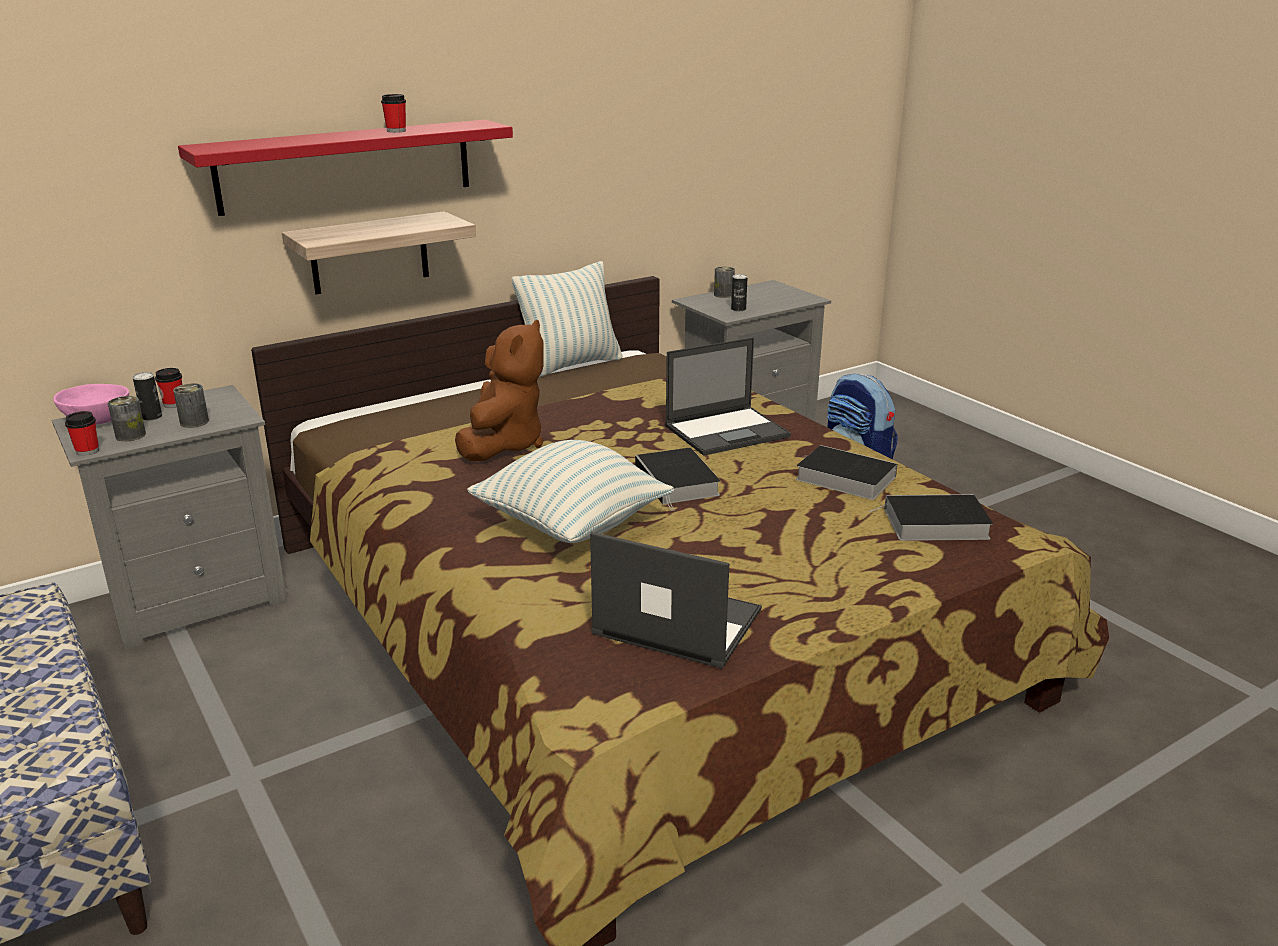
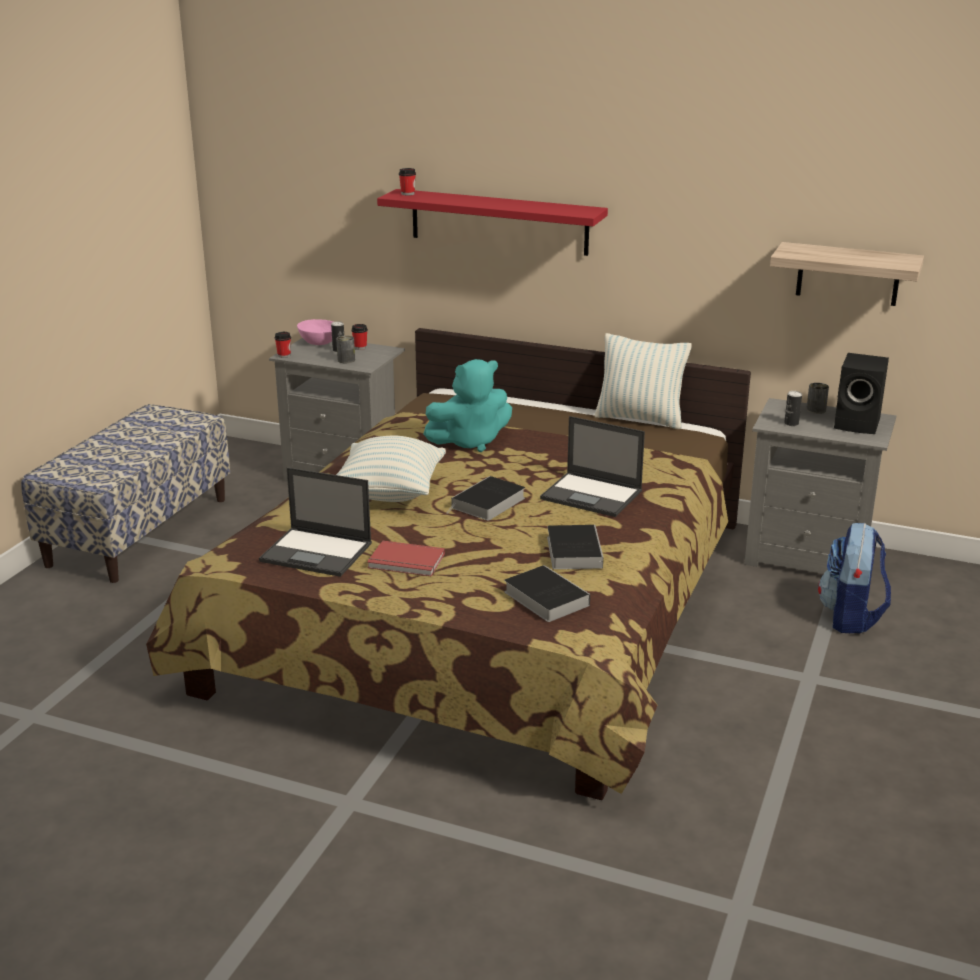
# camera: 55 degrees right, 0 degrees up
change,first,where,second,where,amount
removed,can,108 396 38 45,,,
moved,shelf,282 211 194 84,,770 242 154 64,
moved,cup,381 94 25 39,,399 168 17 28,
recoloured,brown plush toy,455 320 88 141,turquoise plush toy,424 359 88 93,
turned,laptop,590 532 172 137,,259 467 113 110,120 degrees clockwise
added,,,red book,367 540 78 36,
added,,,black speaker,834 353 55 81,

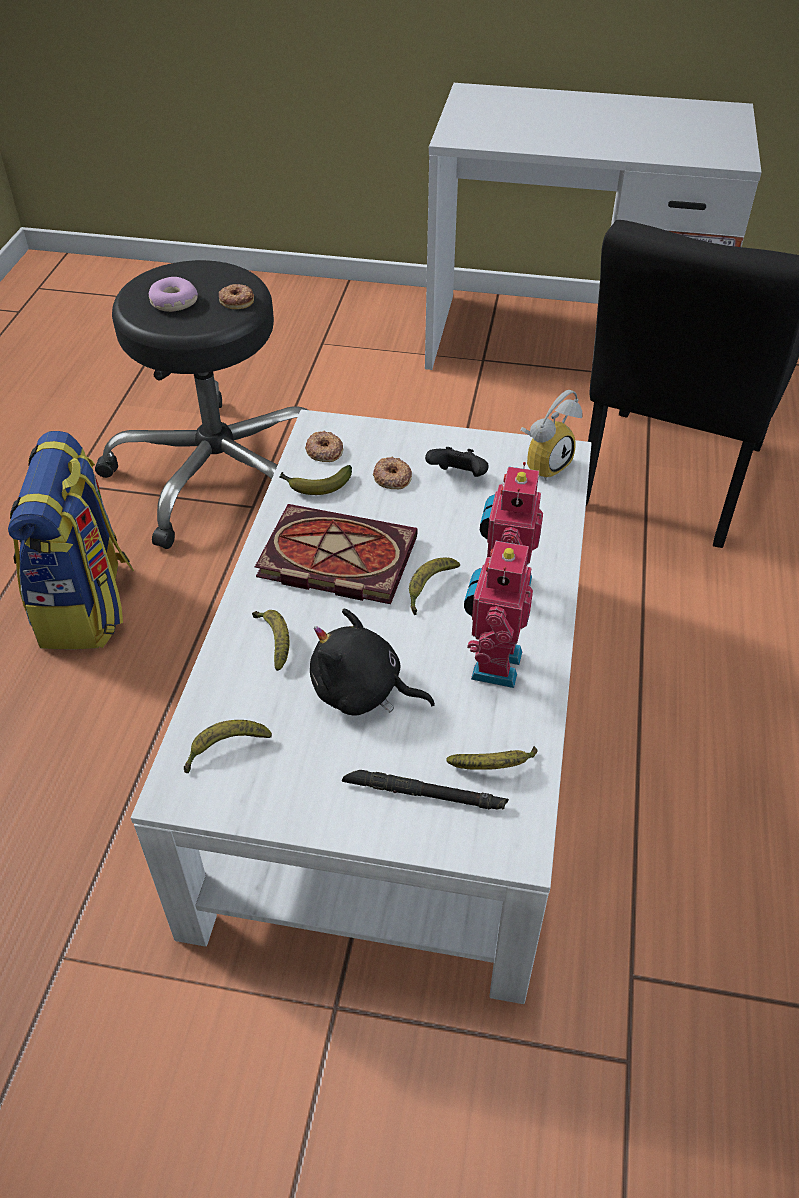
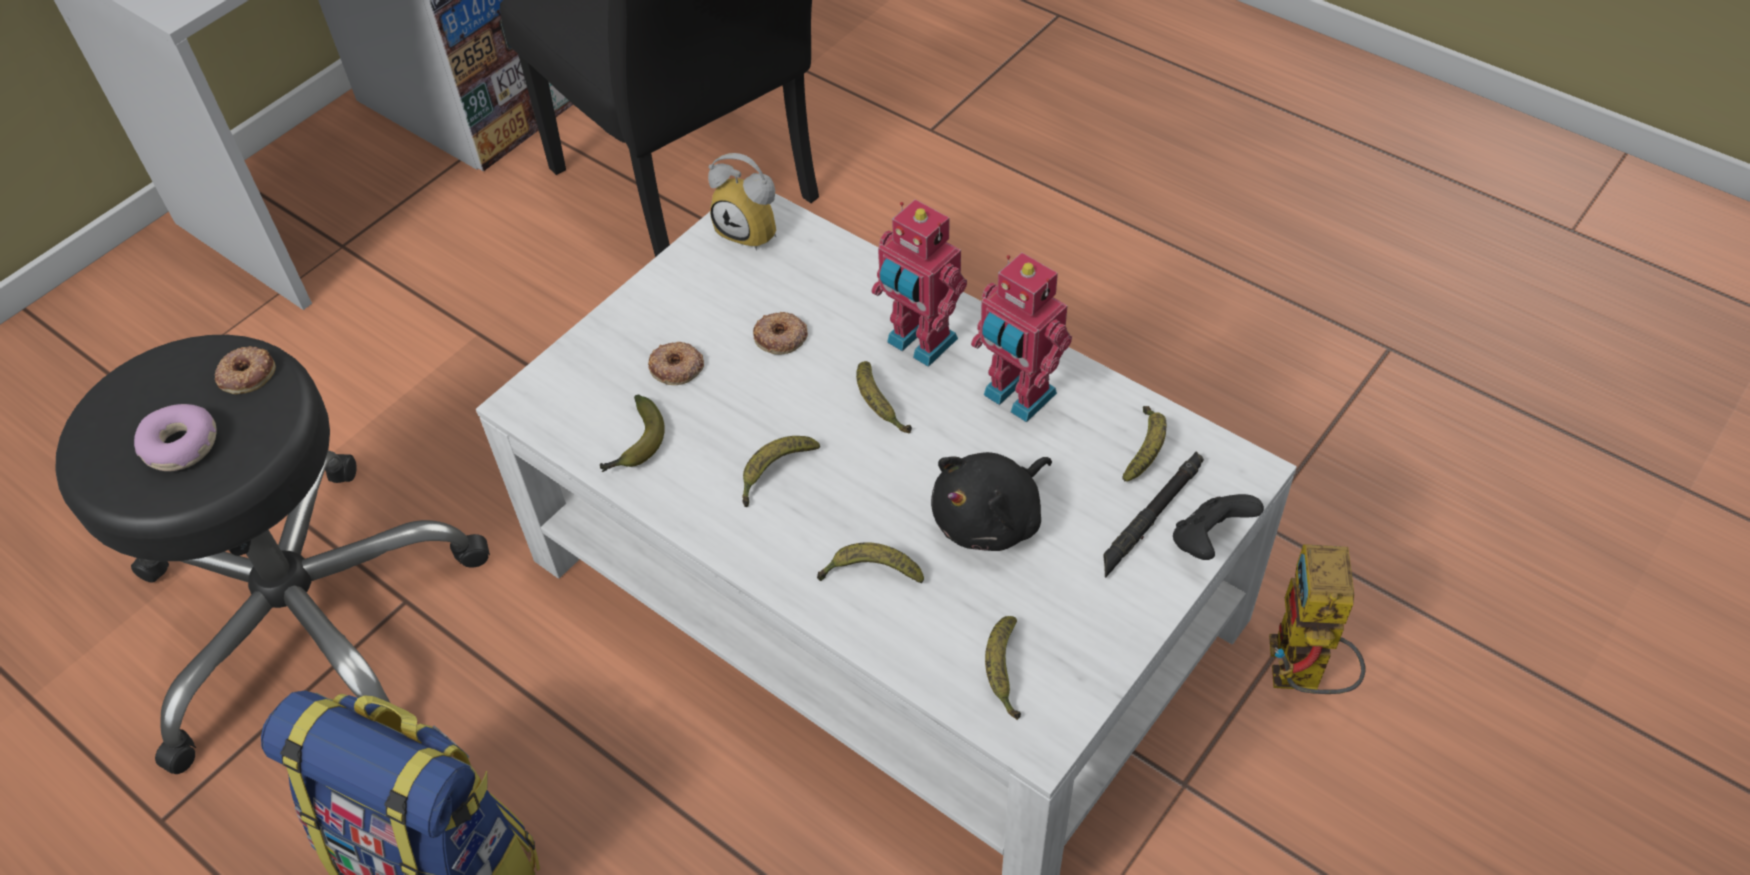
# camera: 60 degrees left, 5 degrees up
change,first,where,second,where,amount
replaced,book,255 504 163 100,banana,742 436 78 71,
moved,donut,305 431 38 31,,753 312 55 43,
moved,black game controller,425 447 64 30,,1173 494 91 66,
turned,alarm clock,520 390 62 91,,708 153 68 98,135 degrees clockwise
added,,,toy robot,1269 544 97 150,

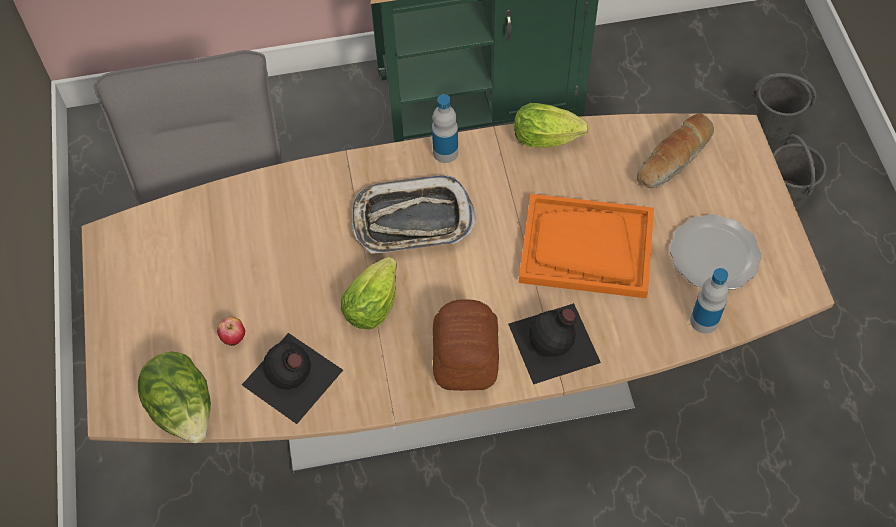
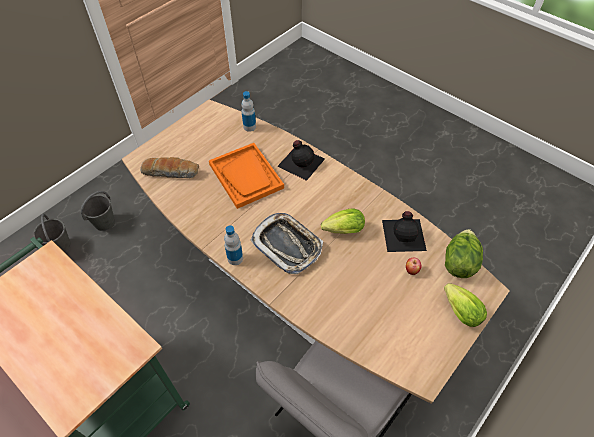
# camera: 130 degrees left, 5 degrees down
change,first,where,second,where,amount
removed,bread,433 299 66 92,,,
moved,lettuce,514 103 75 44,,444 283 43 44,
removed,plate,670 214 92 75,,,

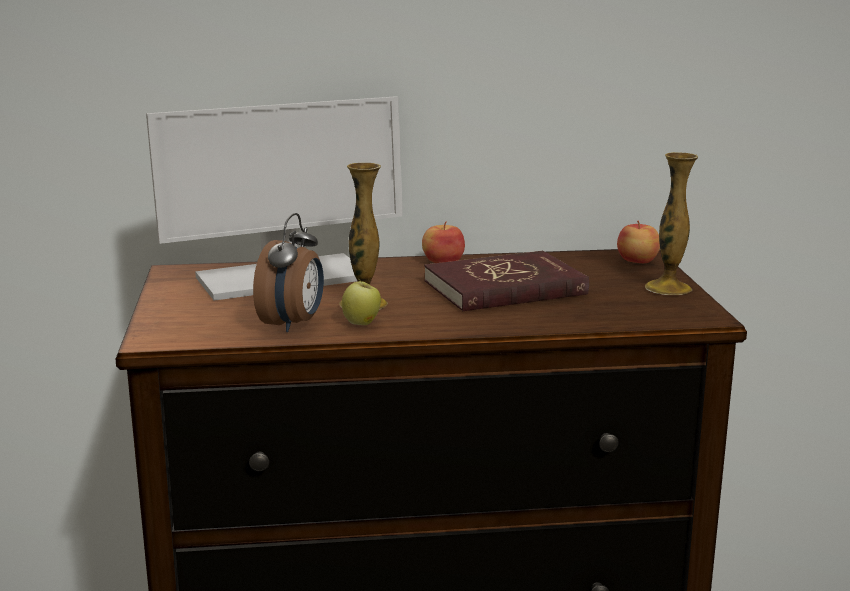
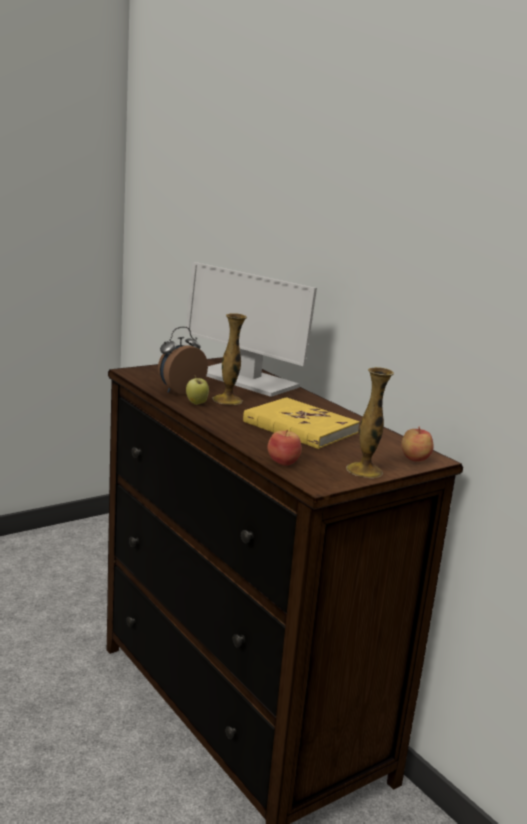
# camera: 60 degrees right, 0 degrees up
change,first,where,second,where,amount
turned,alarm clock,253 213 71 119,,158 327 50 68,150 degrees clockwise
moved,apple,422 222 43 41,,267 430 35 36,
recoloured,red book,424 251 165 61,yellow book,243 397 117 52,

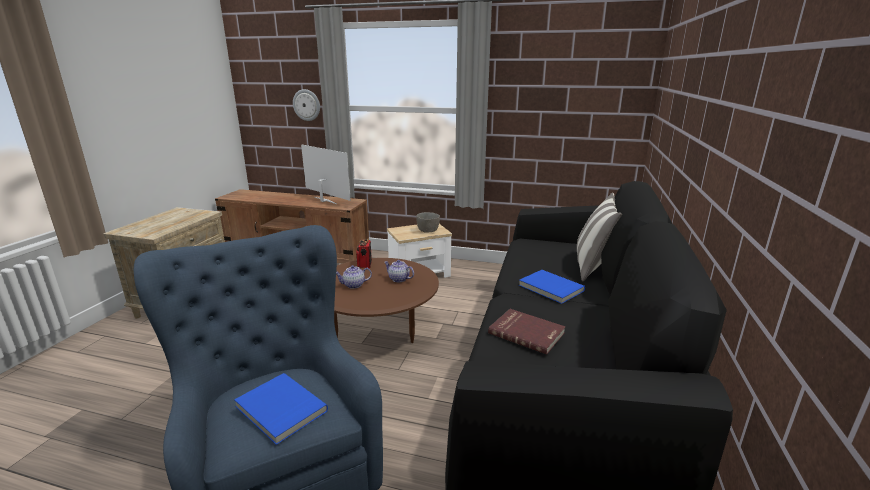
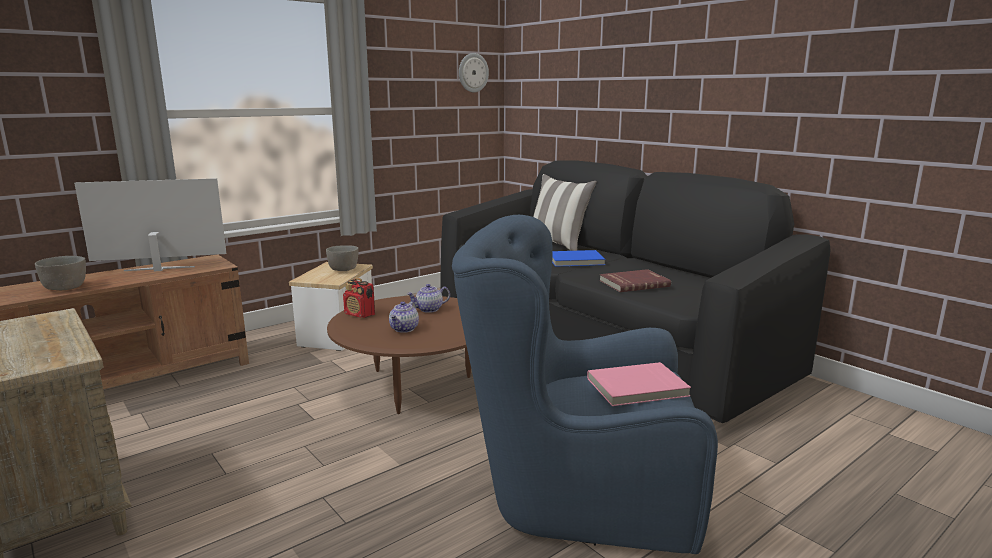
# camera: 55 degrees left, 5 degrees down
change,first,where,second,where,amount
recoloured,blue book,234 373 94 72,pink book,587 362 104 44,
moved,wall clock,293 89 27 32,,459 53 30 39,
added,,,grey bowl,35 256 51 34,

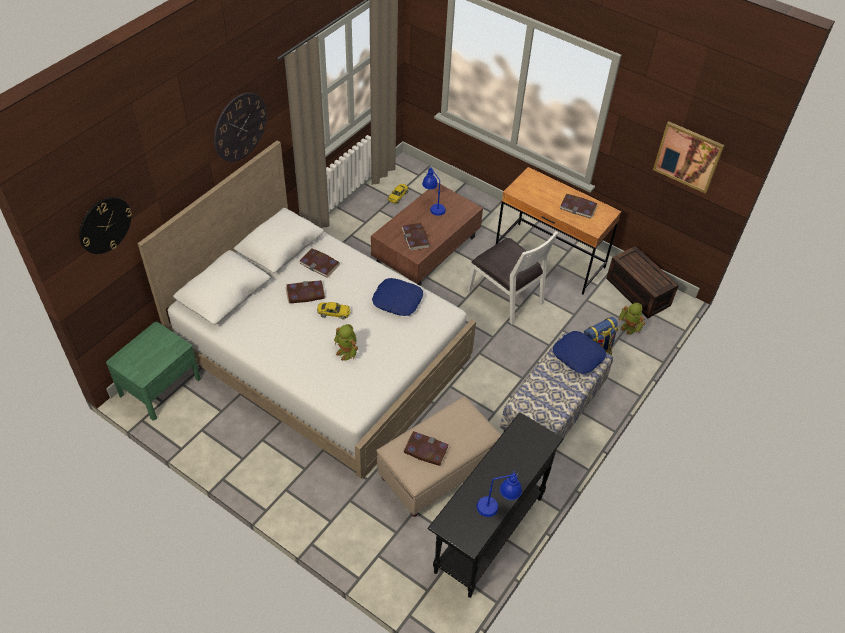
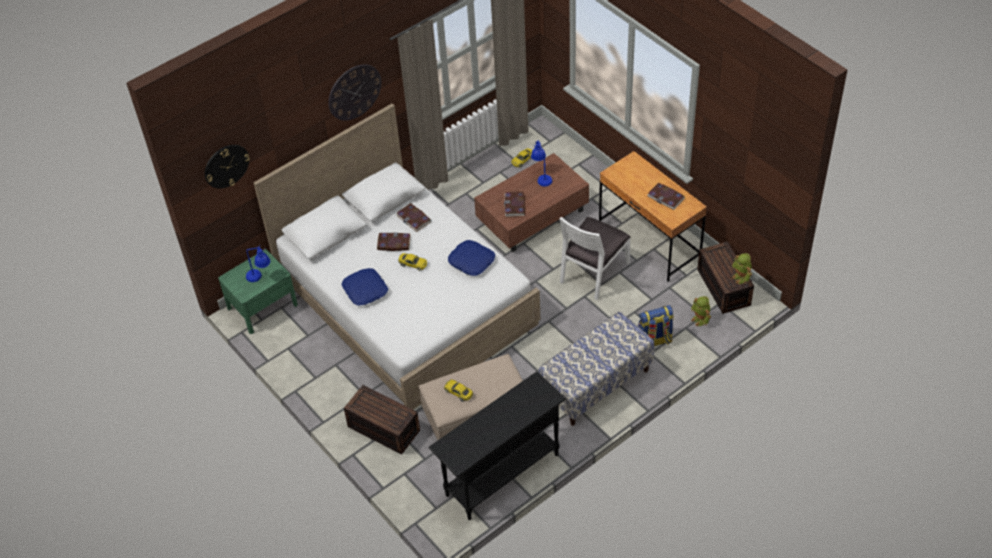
# camera: 20 degrees right, 0 degrees up
change,first,where,second,where,amount
moved,toy robot,334 324 24 37,,732 253 20 31,
replaced,book,403 431 47 35,yellow toy car,444 379 30 23,
turned,white chair,467 231 91 94,,560 217 71 83,60 degrees clockwise
moved,blue table lamp,477 471 45 46,,246 246 24 36,
moved,blue pillow,553 331 53 43,,342 268 46 38,
removed,picture,653 122 71 72,,,
added,,,brown storage box,344 385 76 69,

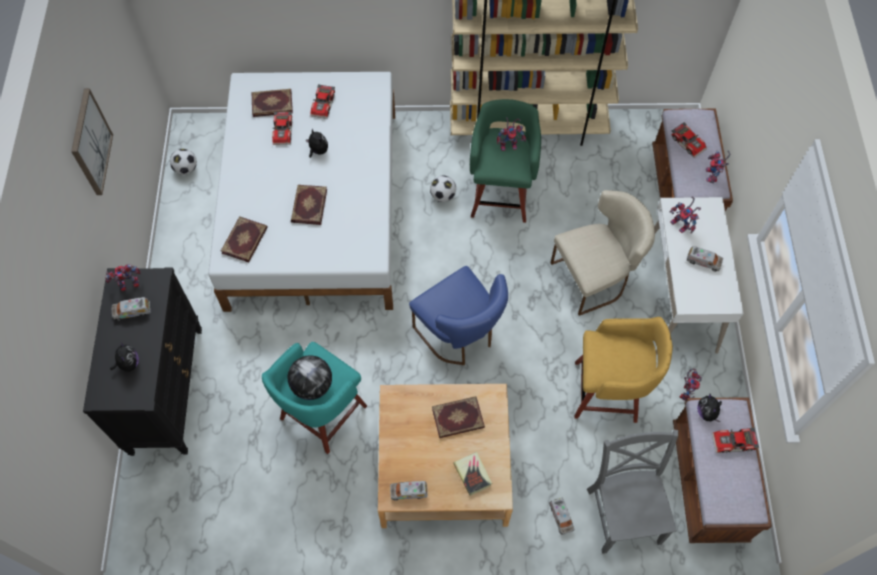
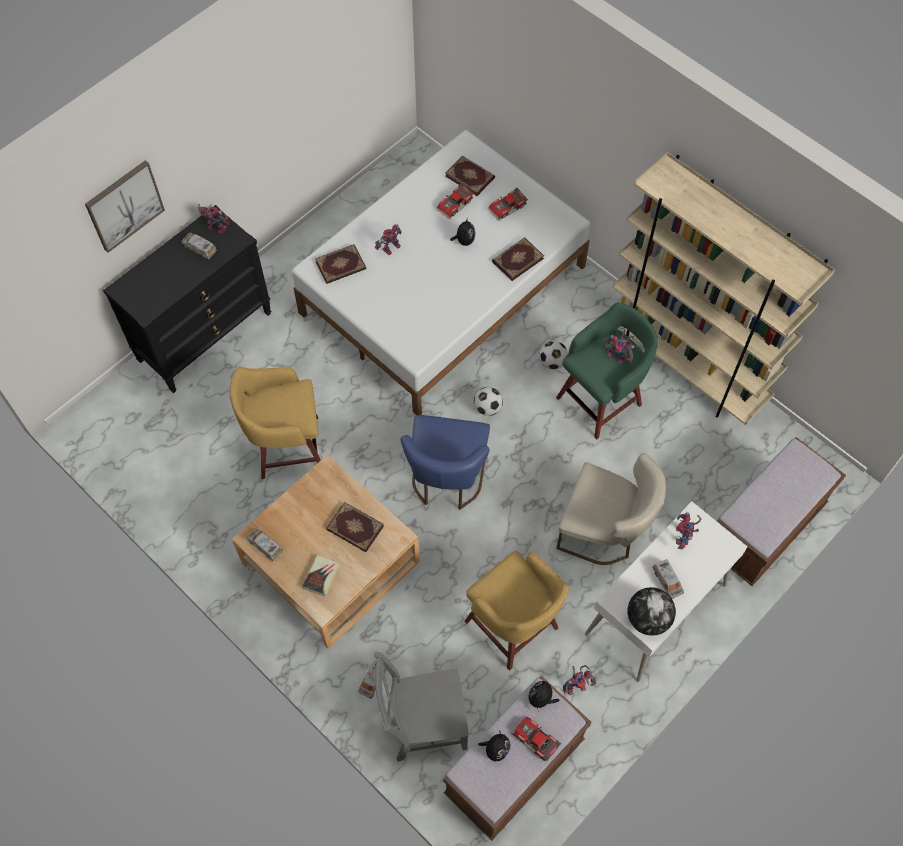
# camera: 45 degrees right, 0 degrees up
change,first,where,second,where,amount
moved,picture,71 88 42 107,,85 160 80 93,
moved,plush toy,110 342 29 30,,478 730 32 31,
moved,football,170 149 27 26,,474 387 29 29,
recoloured,turquoise stool,262 342 105 112,yellow stool,230 366 91 113,
moved,globe,287 355 45 45,,628 587 48 49,
moved,book,291 185 36 40,,492 237 52 44,
turned,grey chair,587 430 91 124,,374 652 95 110,135 degrees counterclockwise
removed,toy car,671 122 36 36,,,
moved,toy robot,706 151 25 32,,375 224 27 31,

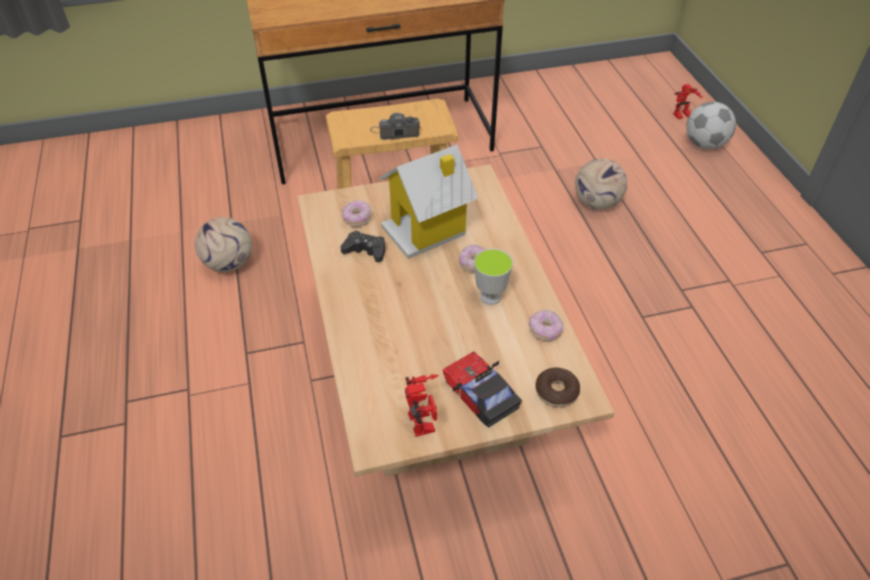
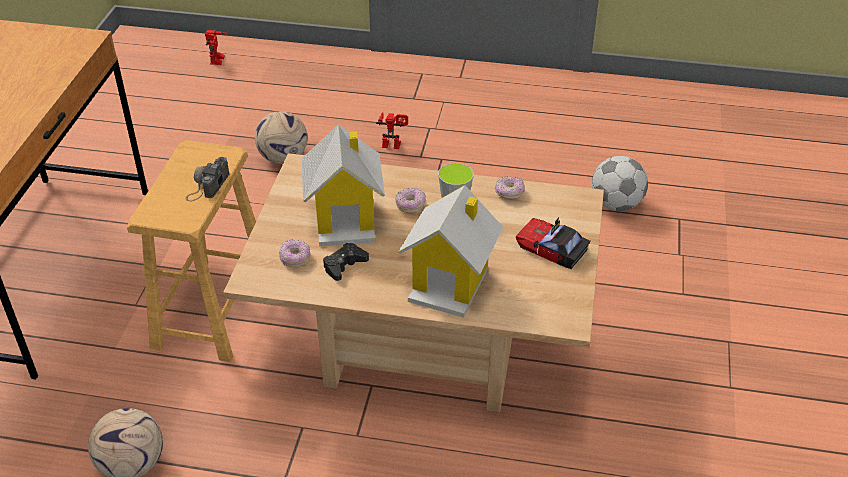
# camera: 65 degrees left, 5 degrees down
change,first,where,second,where,amount
moved,toy robot,405 375 34 62,,376 113 32 36,
turned,toy car,443 351 79 77,,516 218 74 51,45 degrees clockwise
removed,donut,535 367 45 40,,,
moved,football,686 102 50 47,,592 156 56 55,
added,,,toy house,398 185 106 133,

